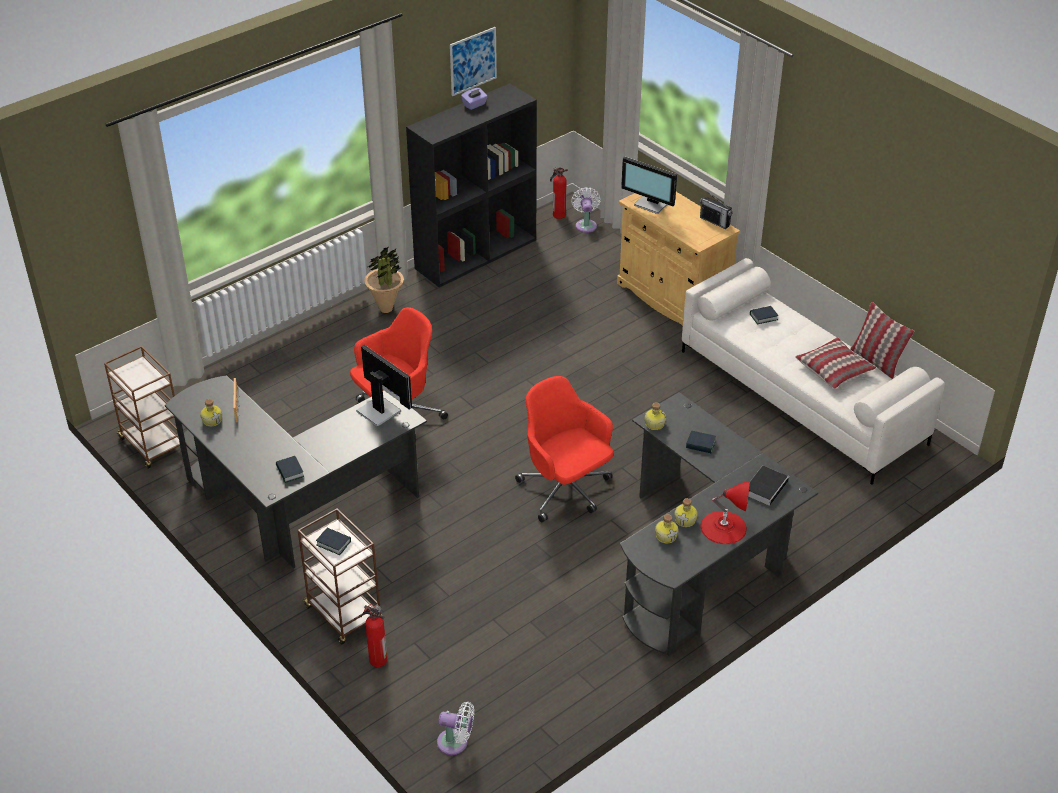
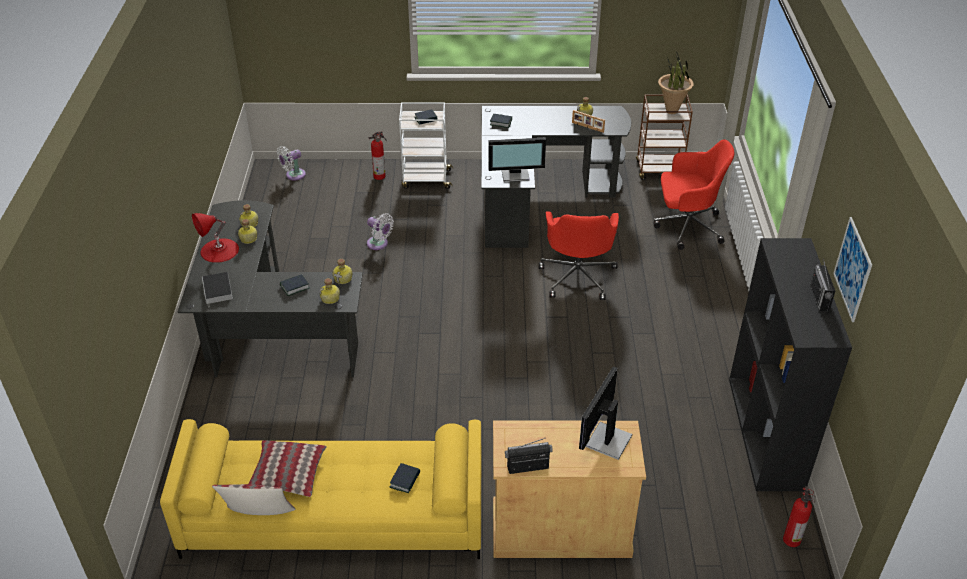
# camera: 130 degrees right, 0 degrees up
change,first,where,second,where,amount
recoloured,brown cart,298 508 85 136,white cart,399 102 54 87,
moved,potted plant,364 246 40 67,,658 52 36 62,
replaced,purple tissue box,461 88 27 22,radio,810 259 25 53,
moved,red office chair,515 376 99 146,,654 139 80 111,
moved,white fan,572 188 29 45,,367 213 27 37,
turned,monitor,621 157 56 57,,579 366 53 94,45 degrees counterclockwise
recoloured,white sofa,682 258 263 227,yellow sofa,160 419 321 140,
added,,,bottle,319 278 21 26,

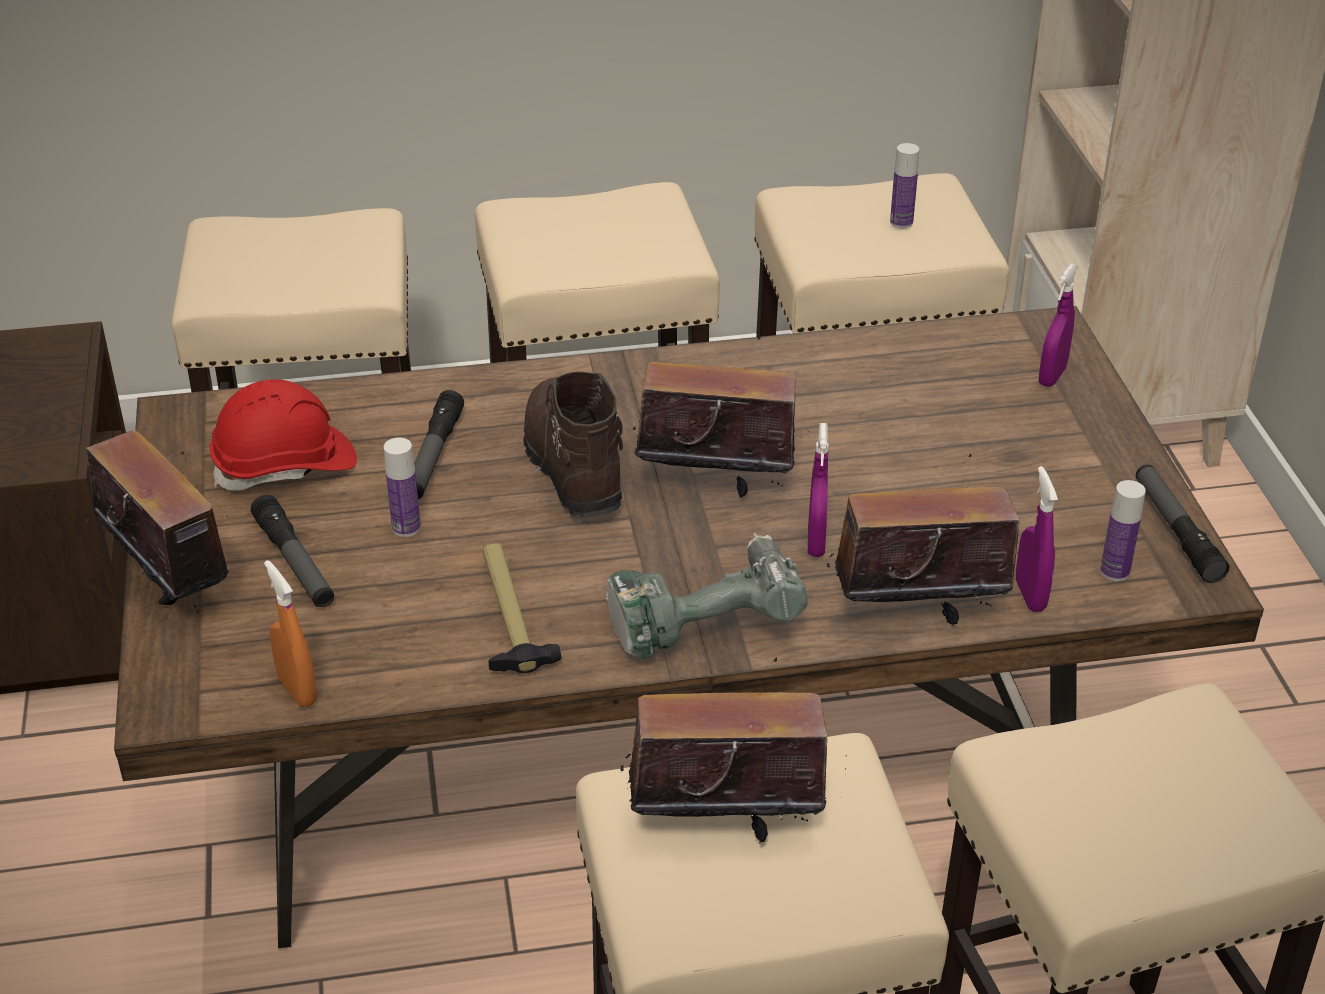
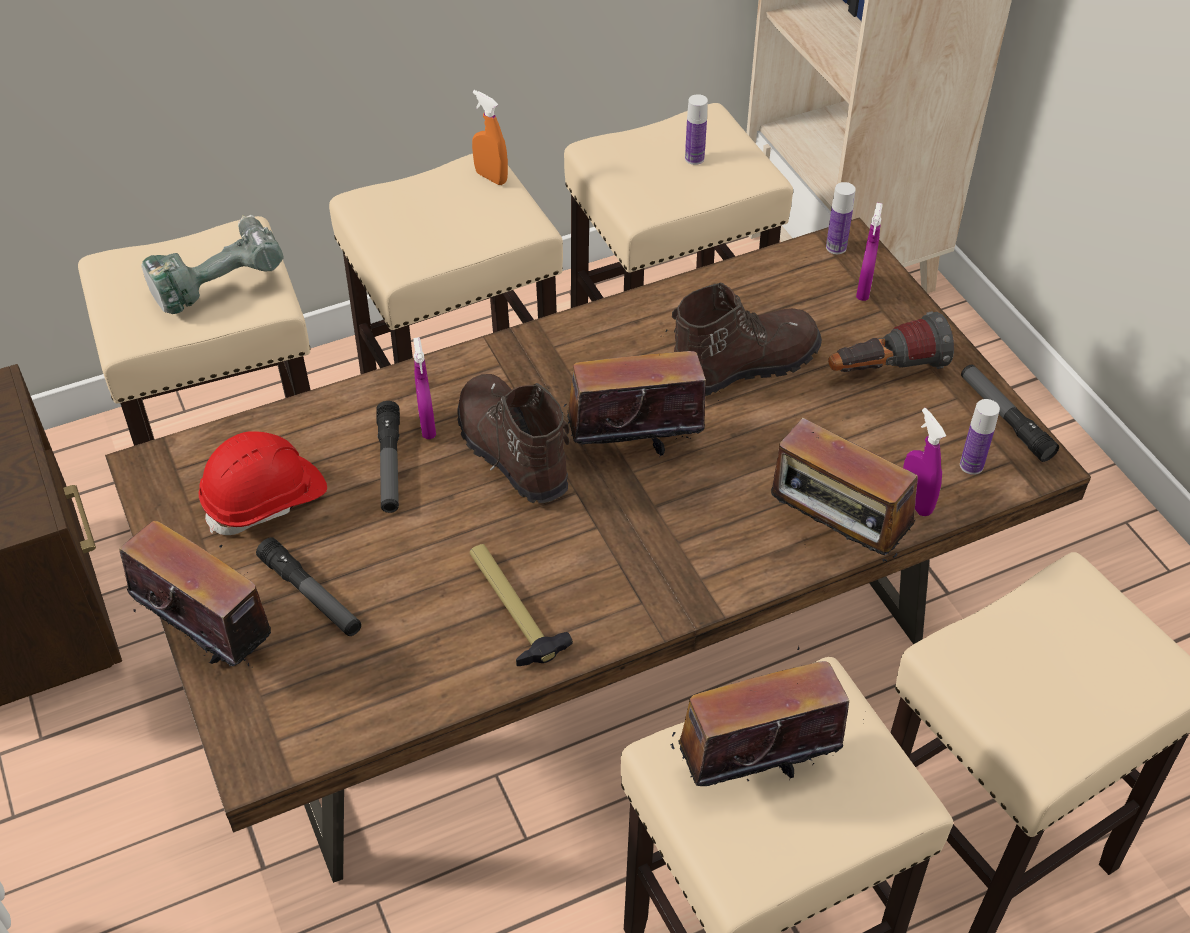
# camera: 15 degrees left, 10 degrees up
change,first,where,second,where,amount
moved,orange spray bottle,264 560 53 147,,472 90 36 95,
moved,bottle,384 438 37 99,,826 182 30 72,
moved,power drill,606 533 202 125,,141 215 143 99,
moved,purple spray bottle,808 423 21 134,,413 337 23 102,
turned,radio,827 453 211 173,,771 412 147 150,120 degrees counterclockwise
added,,,brown boot,672 282 150 114,
added,,,flashlight,828 312 126 60,

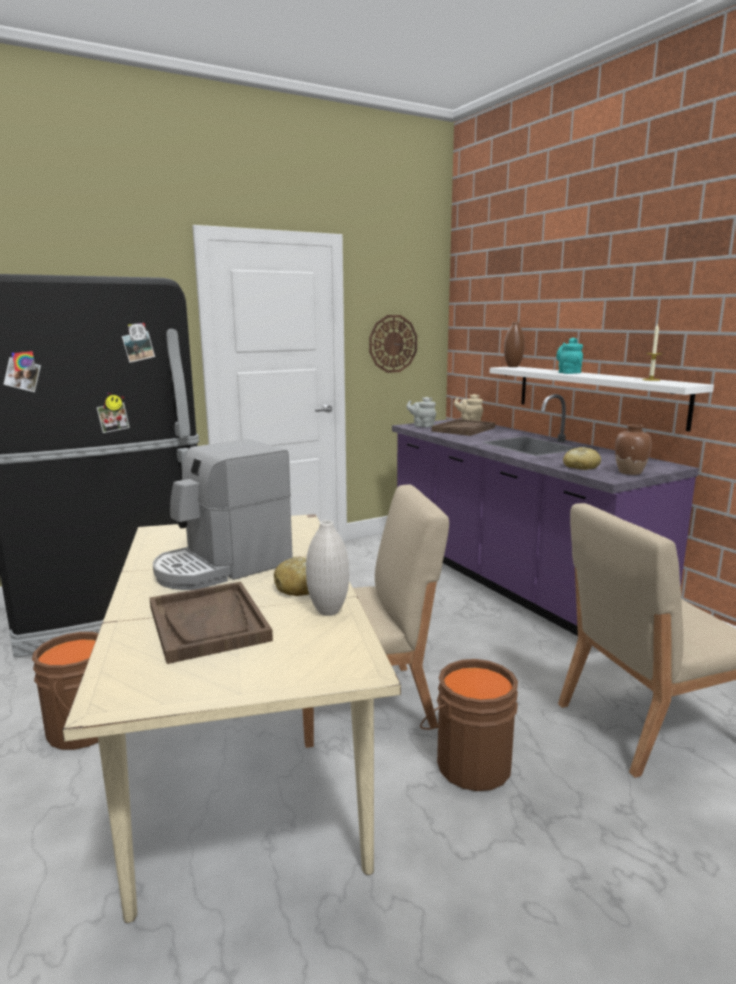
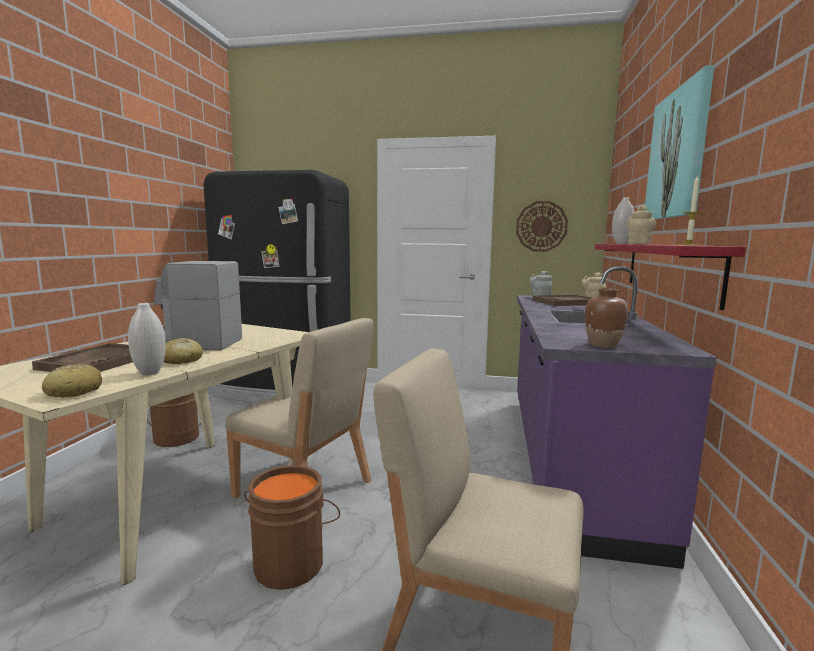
# camera: 40 degrees right, 5 degrees down
change,first,where,second,where,amount
recoloured,white shelf,490 367 224 65,red shelf,595 244 151 66,
recoloured,brown vase,504 322 21 45,white vase,612 197 22 47,
recoloured,turquoise teapot,556 338 27 36,beige teapot,627 205 29 39,
moved,bread,563 447 38 23,,42 364 60 34,
added,,,picture,645 65 69 154,

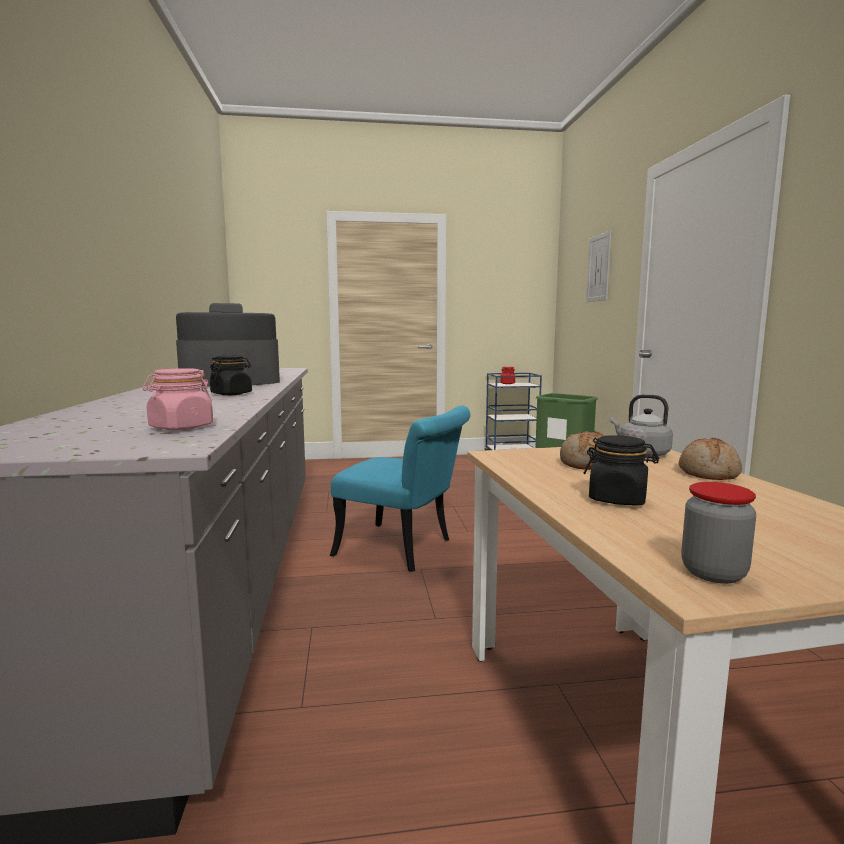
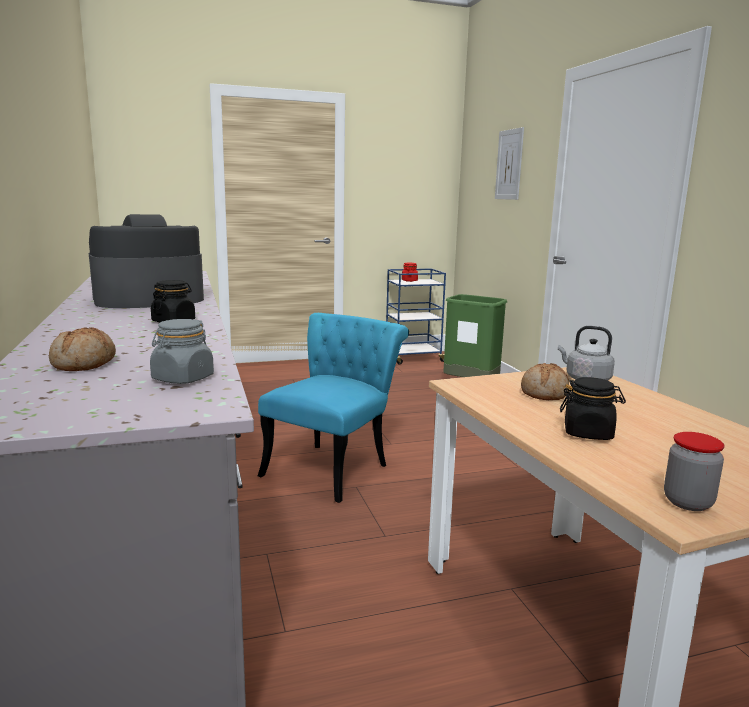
# camera: 10 degrees left, 5 degrees up
change,first,where,second,where,amount
recoloured,pink jar,143 368 70 62,grey jar,150 319 64 65,
turned,turquoise chair,330 406 141 166,,258 313 151 190,75 degrees counterclockwise
moved,bread,679 438 63 42,,49 327 67 44,

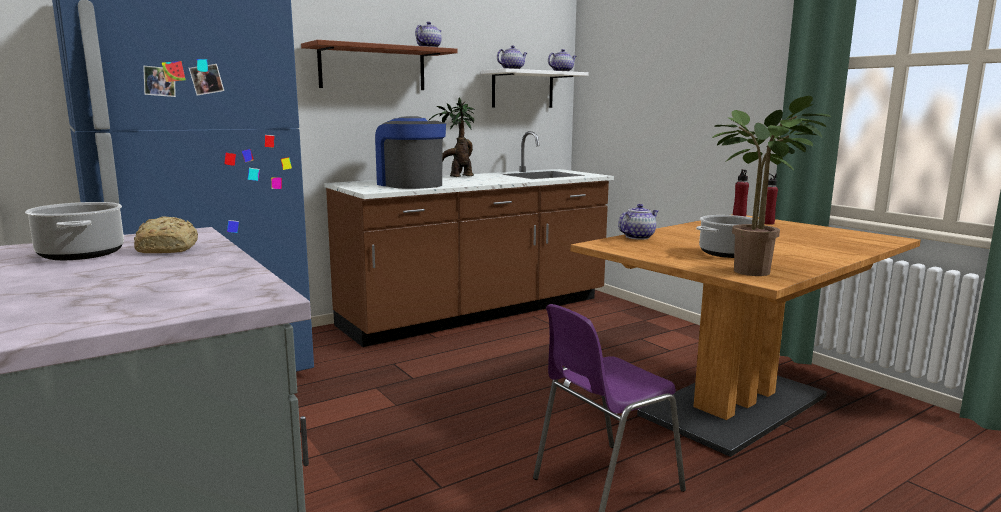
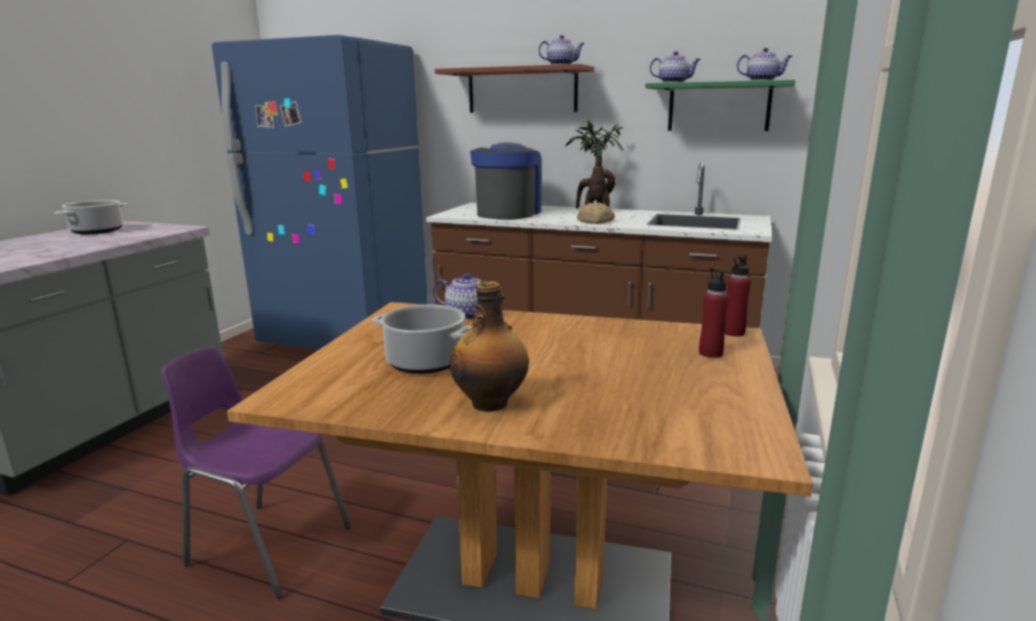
# camera: 55 degrees right, 5 degrees up
change,first,where,second,where,amount
moved,bread,134 216 64 37,,577 202 38 22,
recoloured,white shelf,481 69 108 39,green shelf,645 80 151 51,
removed,potted plant,712 96 119 180,,,
added,,,bottle,450 281 79 131,

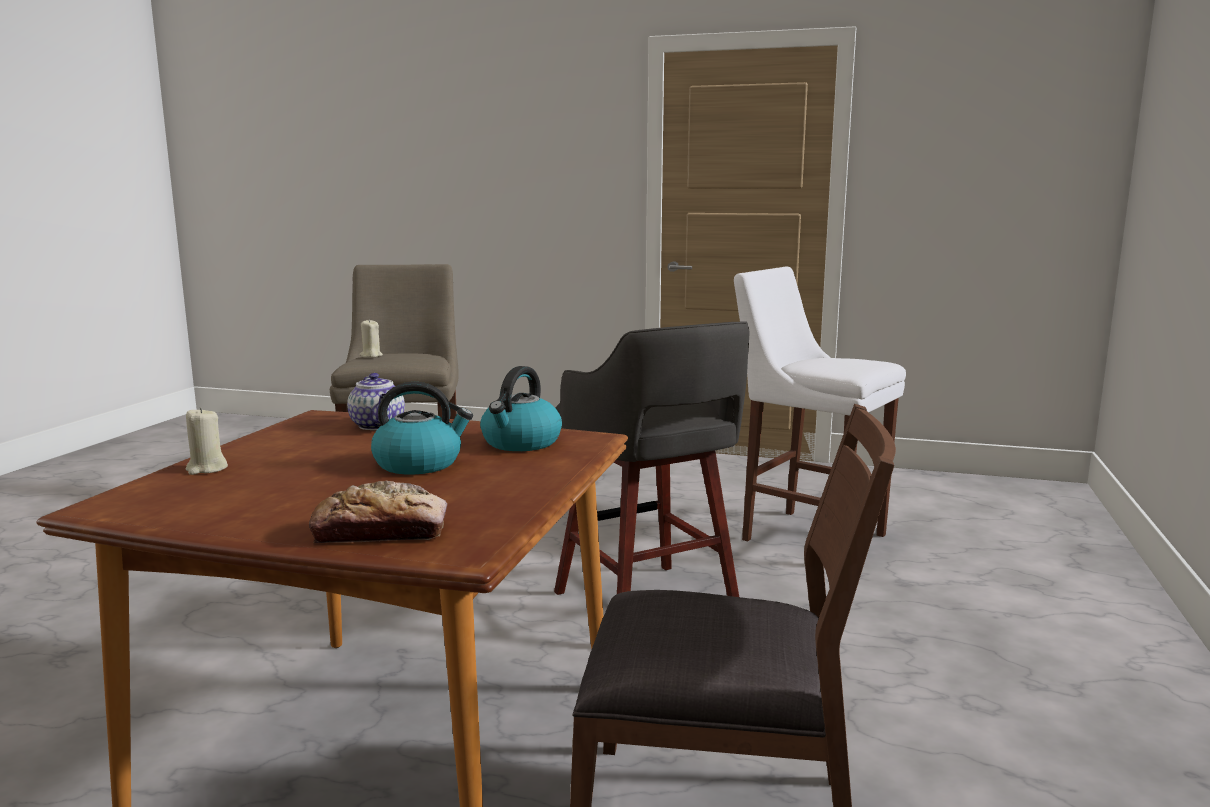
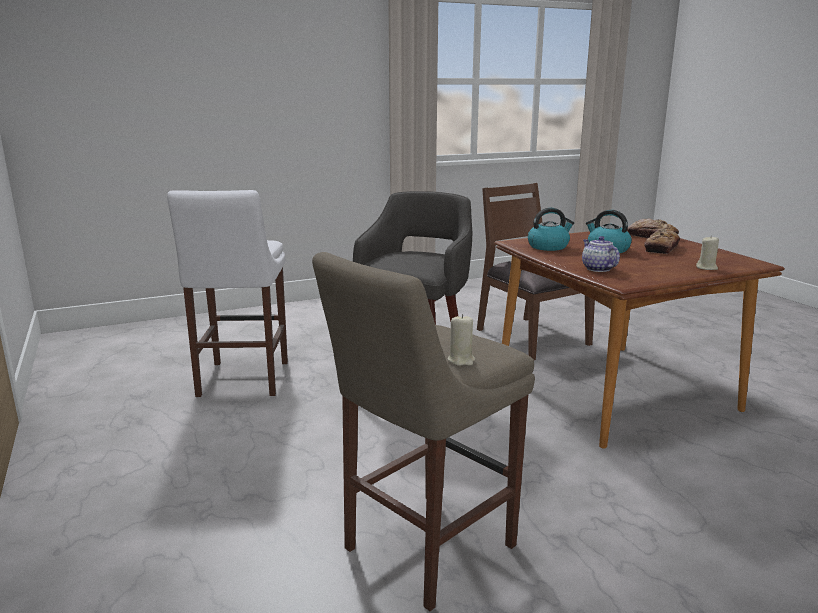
# camera: 130 degrees left, 5 degrees up
change,first,where,second,where,amount
turned,teapot,347 373 58 57,,582 236 38 36,45 degrees counterclockwise
added,,,bread,644 228 36 26,

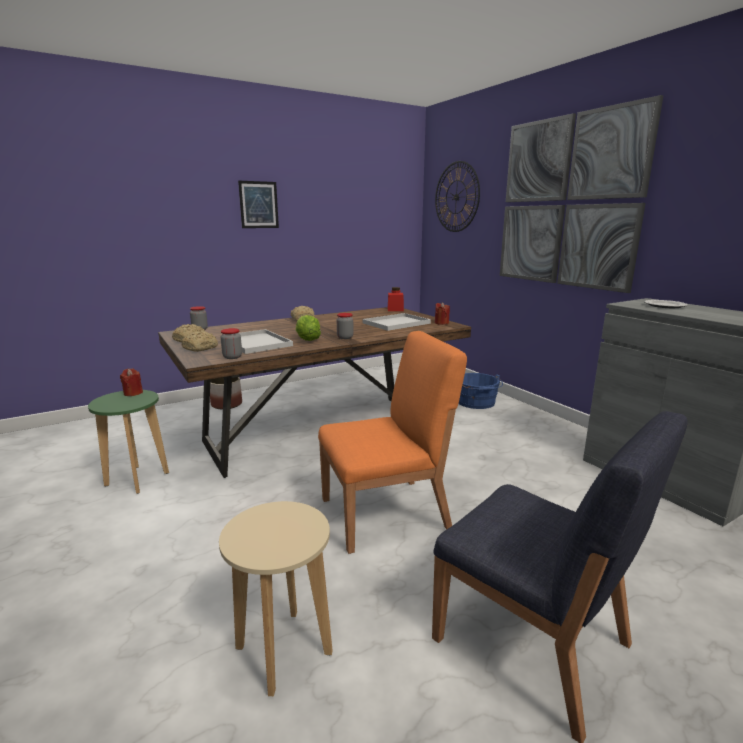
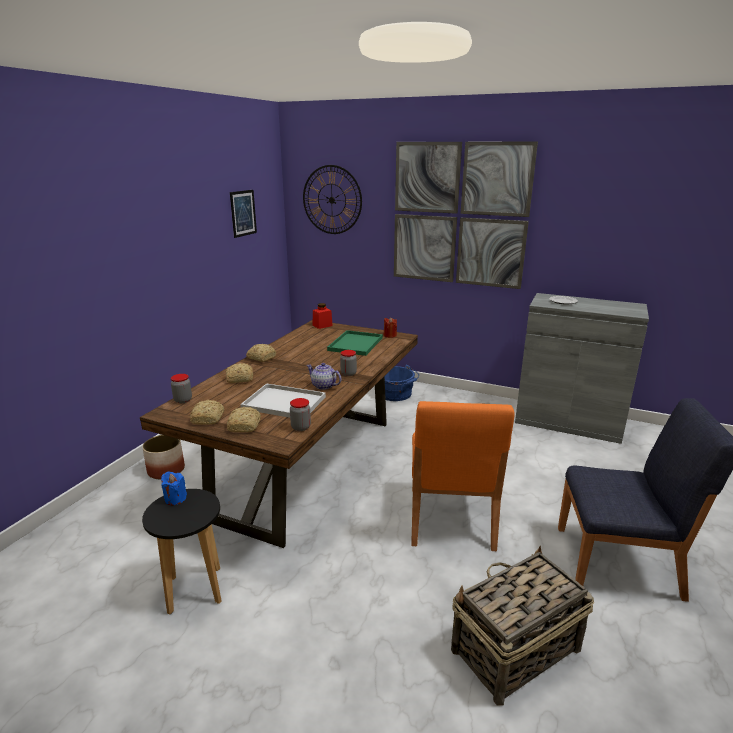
# camera: 35 degrees left, 5 degrees up
change,first,where,second,where,amount
recoloured,green stool,88 390 81 104,black stool,142 489 80 126,
recoloured,red candle,120 369 23 27,blue candle,161 472 26 33,
replaced,beige stool,219 501 114 195,basket,451 546 143 160,
moved,picture,238 181 41 47,,230 190 27 48,
replaced,lettuce,296 315 25 26,teapot,306 363 36 27,
turned,orange chair,318 331 149 223,,411 401 104 150,150 degrees clockwise
recoloured,white tray,362 313 69 18,green tray,327 330 56 26,
added,,,bread,226 363 27 20,

